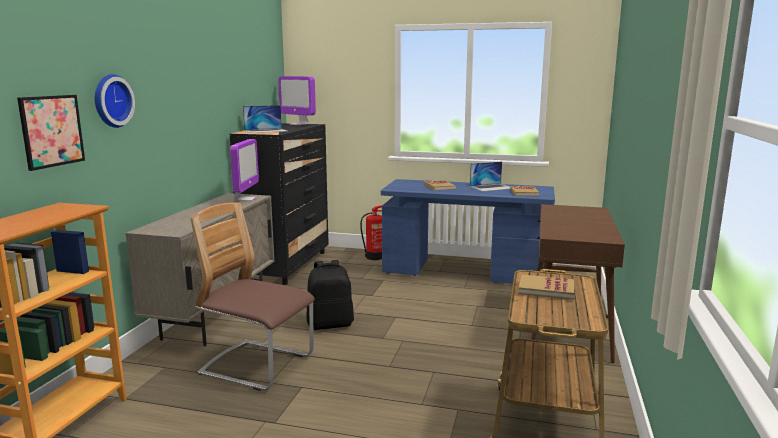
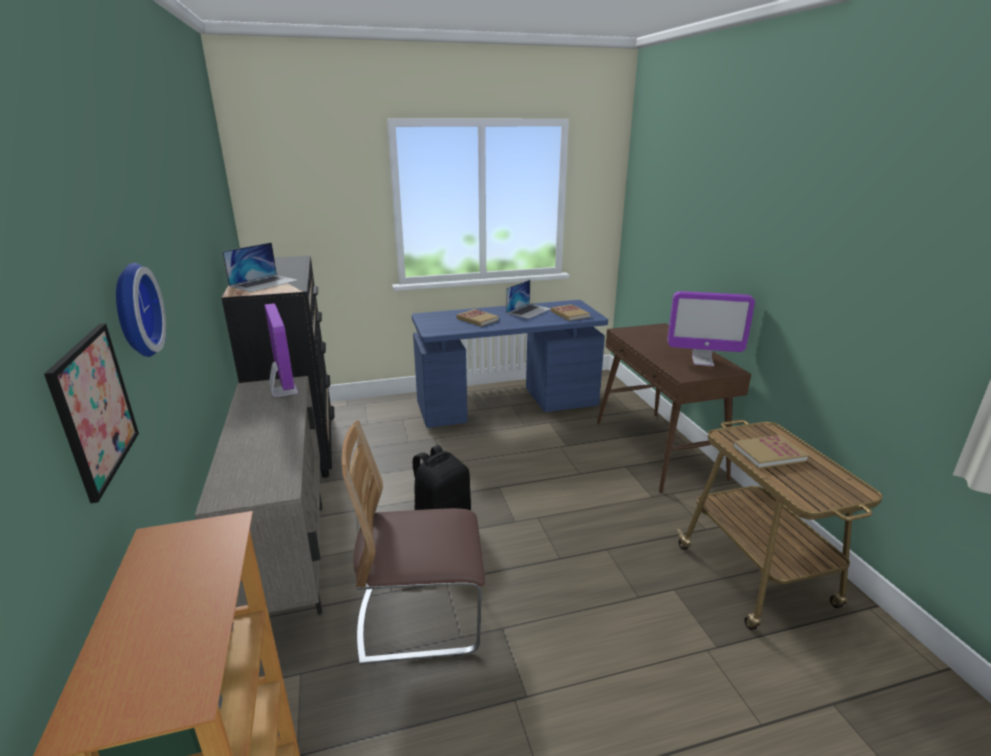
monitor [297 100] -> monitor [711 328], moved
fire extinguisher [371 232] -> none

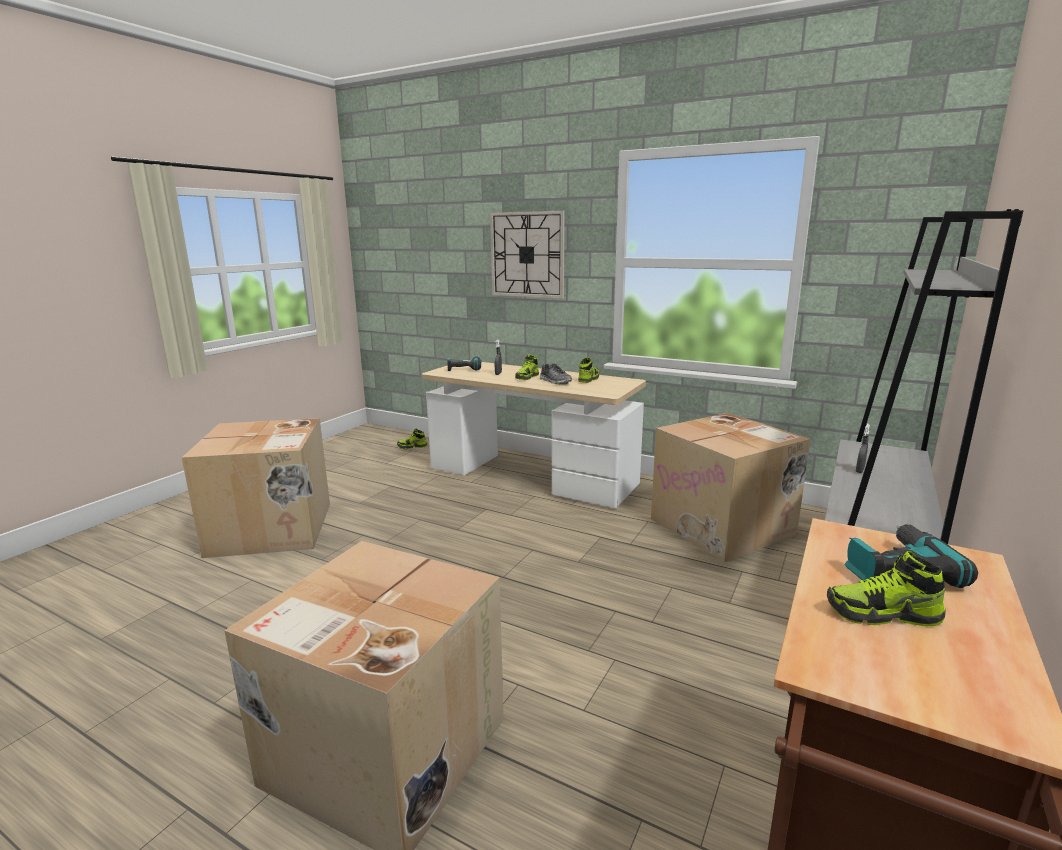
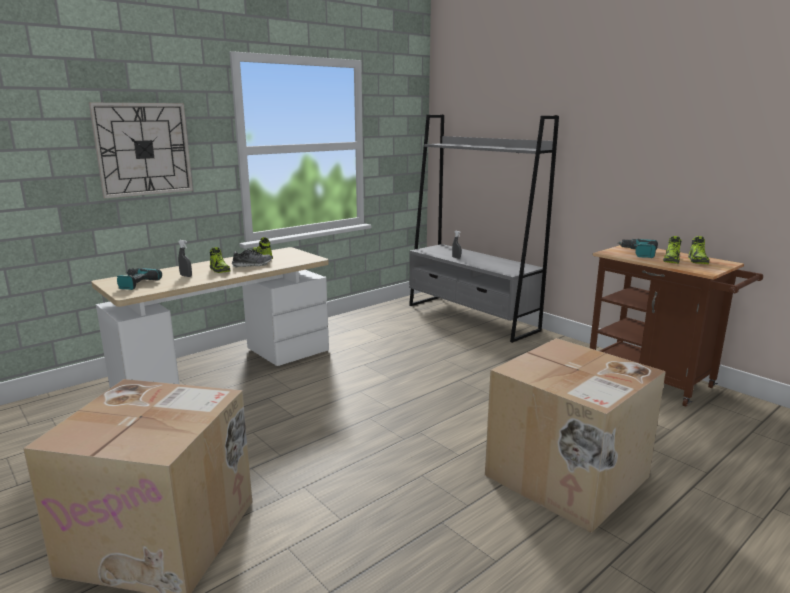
shoe [412 439] -> shoe [698 250], moved
cardboard box [730 487] -> none

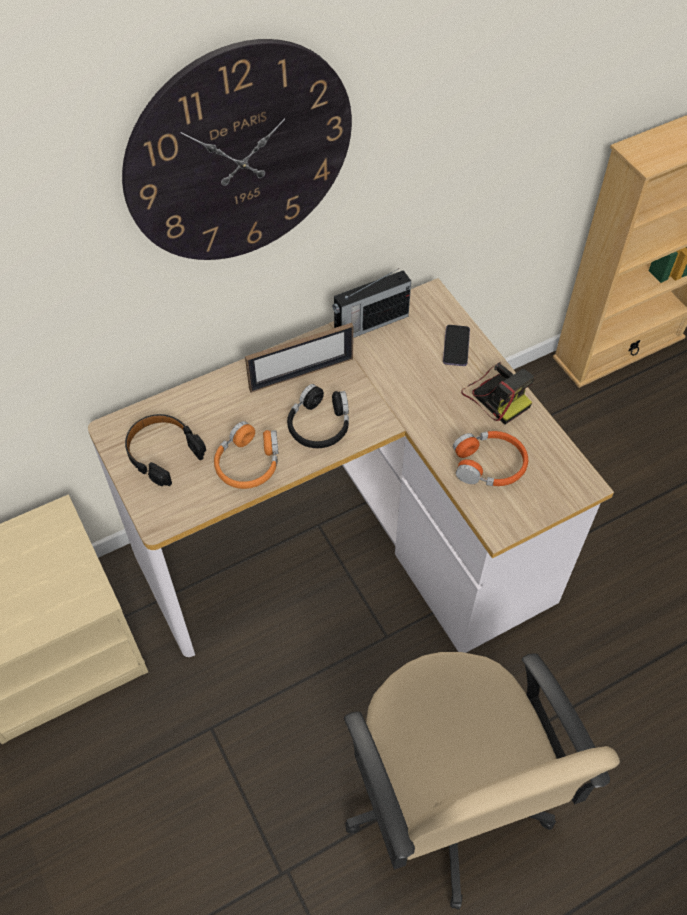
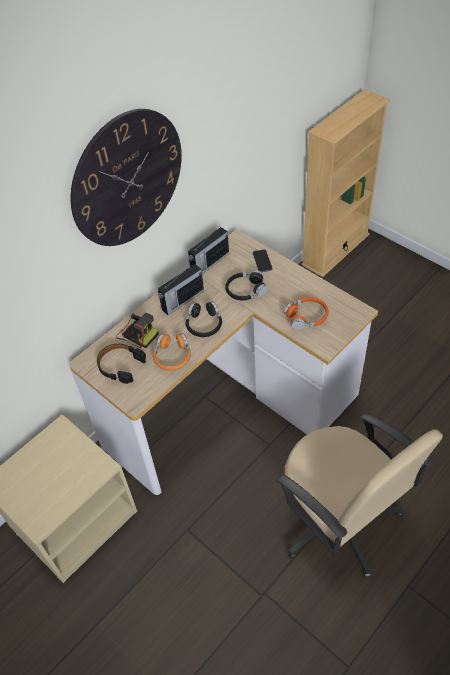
picture frame [299 358] -> radio [181 289]
photo camera [498 393] -> photo camera [137 330], moved
none -> headphones (black) [246 285]

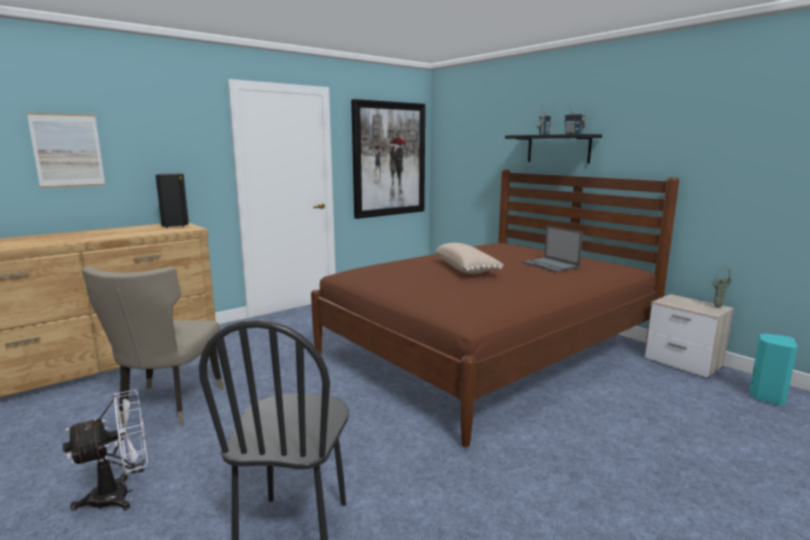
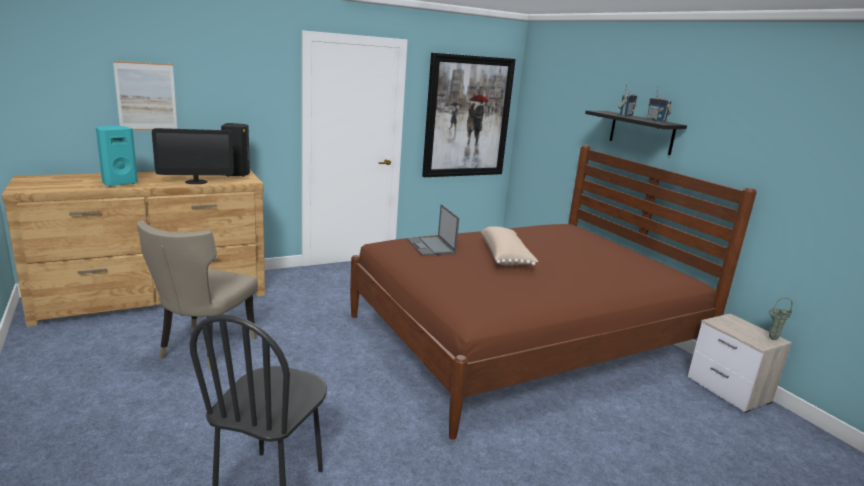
fan (white) [105 450] -> none
laptop [552 249] -> laptop [433 230], moved
speaker (turquoise) [773 370] -> speaker (turquoise) [117 156], moved
none -> monitor [193 156]

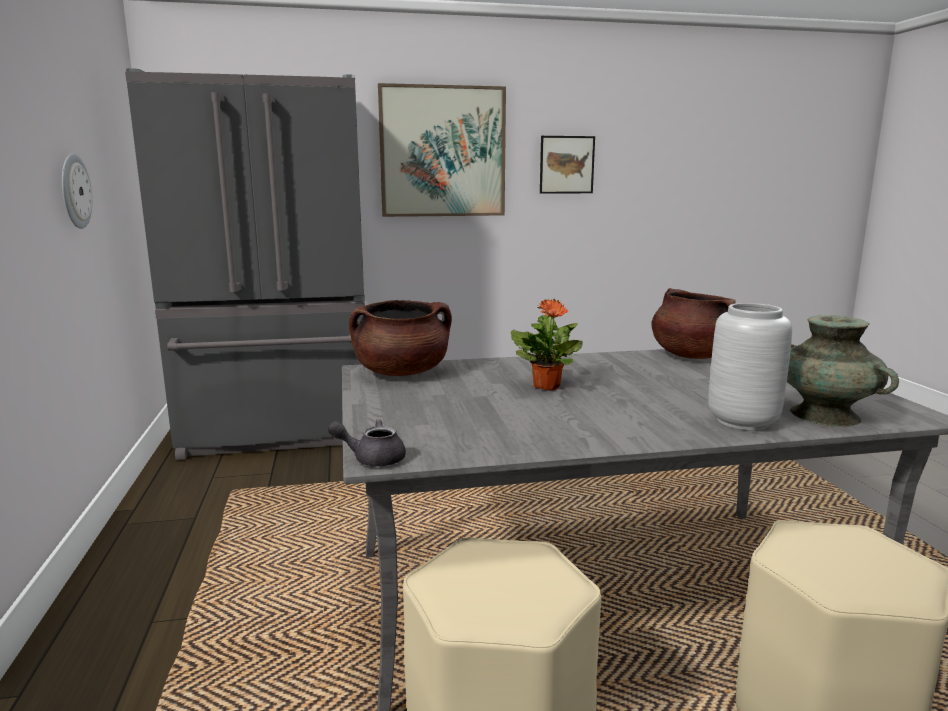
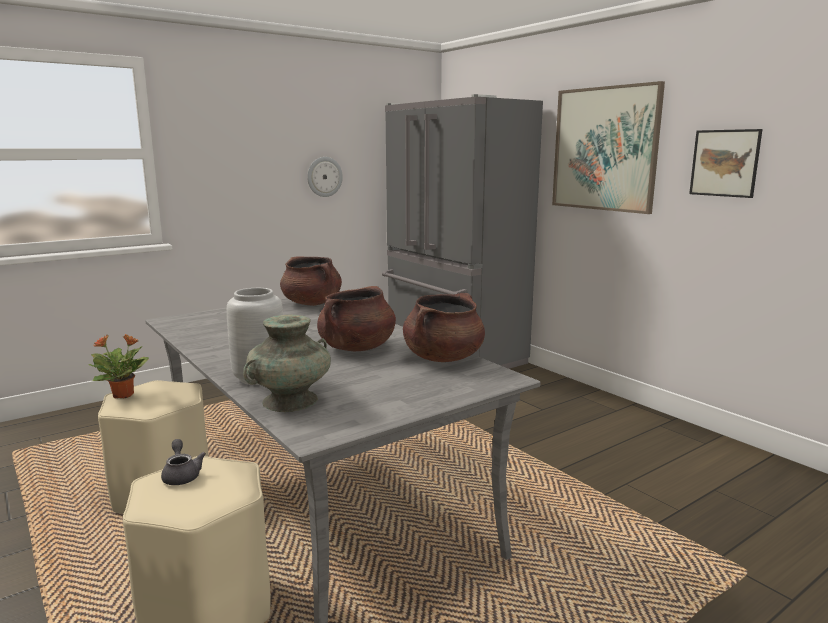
teapot (grey) [367 442] -> teapot (grey) [183 462], moved
potted plant [547 344] -> potted plant [118 366], moved
none -> cooking pot (brown) [356 318]

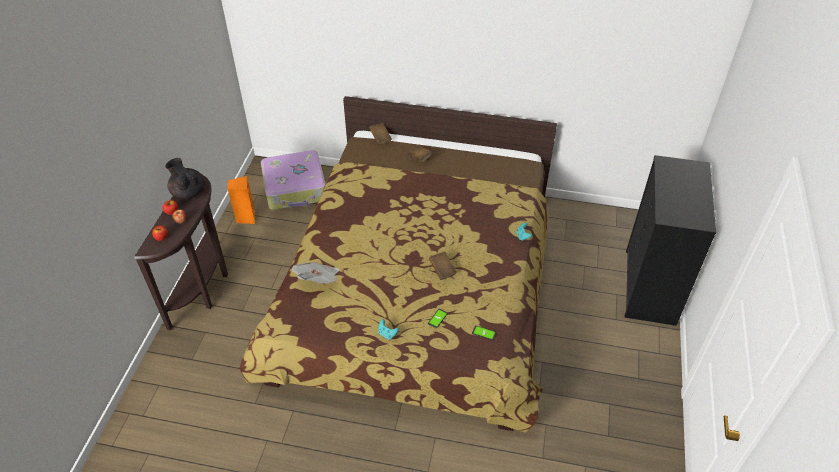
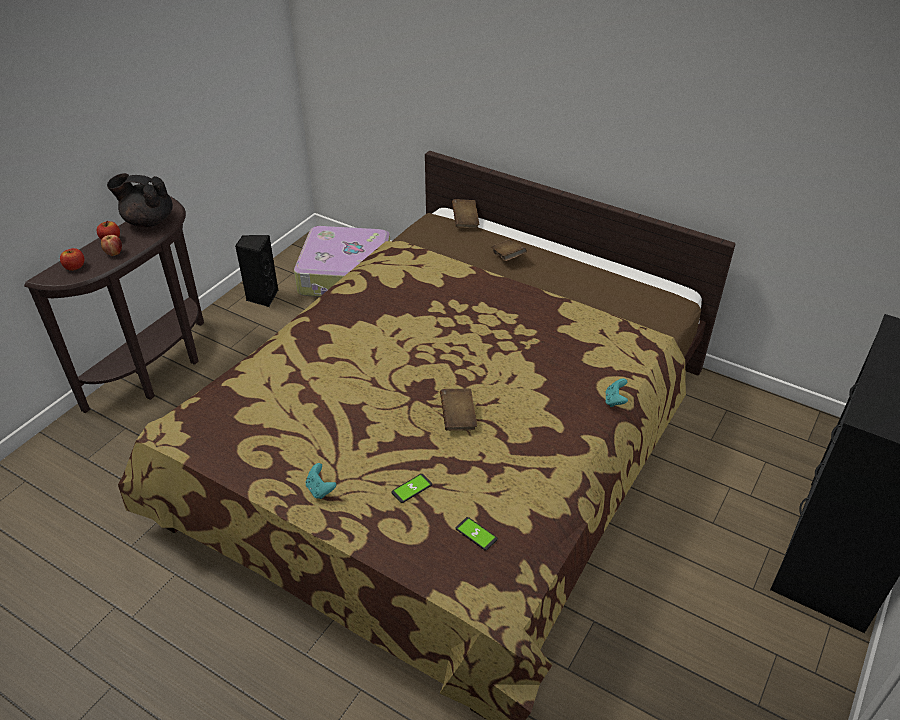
teapot (black) [185 178] -> teapot (black) [140 200], 60 degrees counterclockwise
speaker (orange) [241 200] -> speaker (black) [257 271]
newspaper [315 273] -> none

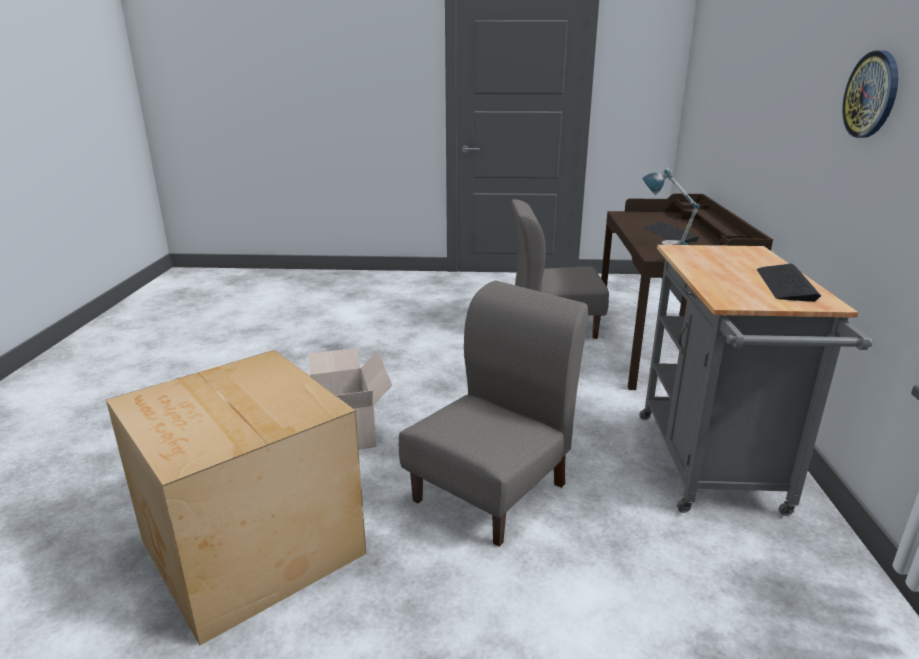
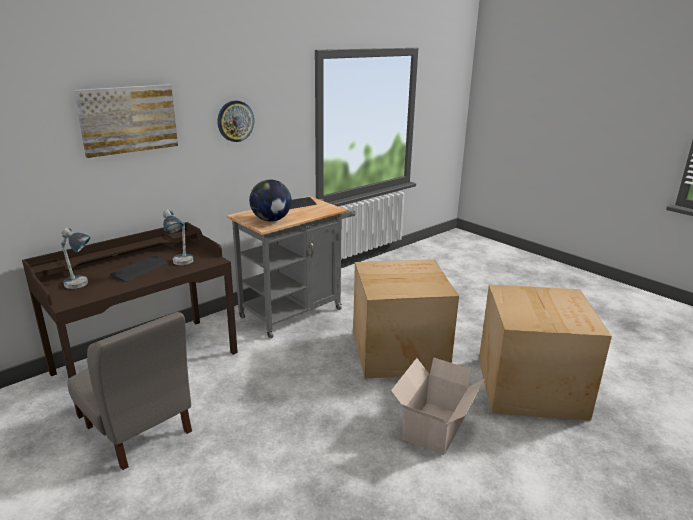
chair (grey) [493 414] -> cardboard box [406 319]
none -> table lamp [76 258]
none -> picture [126 121]
none -> globe [270 200]

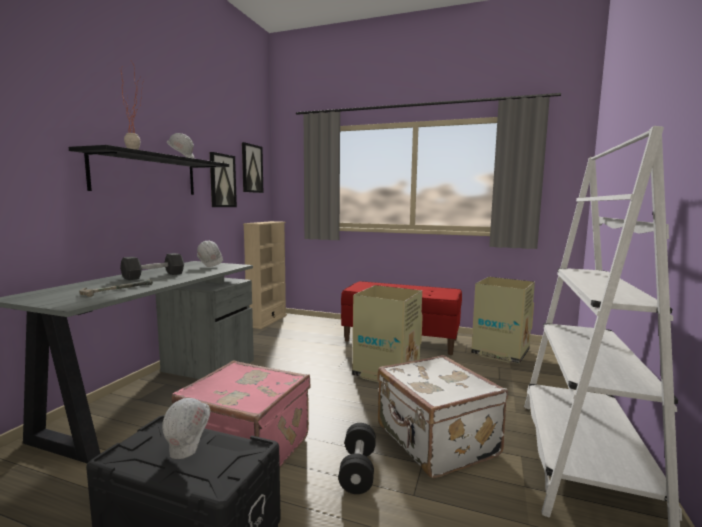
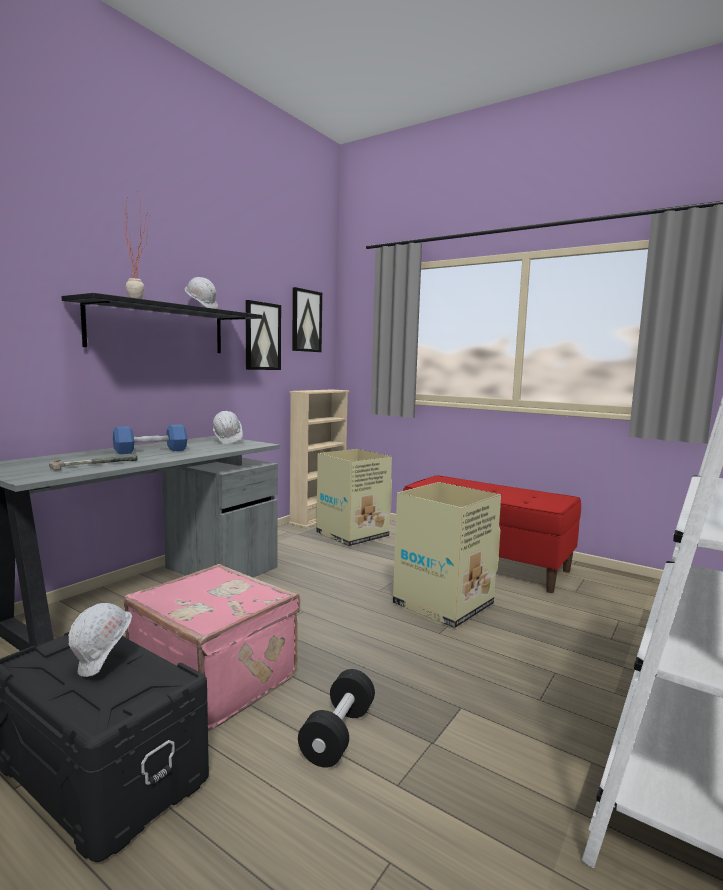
dumbbell (black) [152 266] -> dumbbell (blue) [150 439]
suitcase (white) [442 416] -> none
cardboard box [503 320] -> cardboard box [354 497], moved

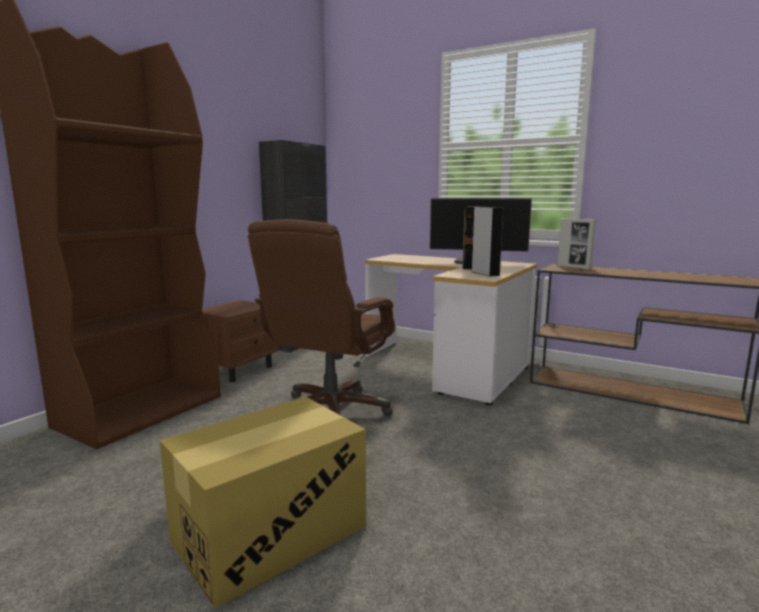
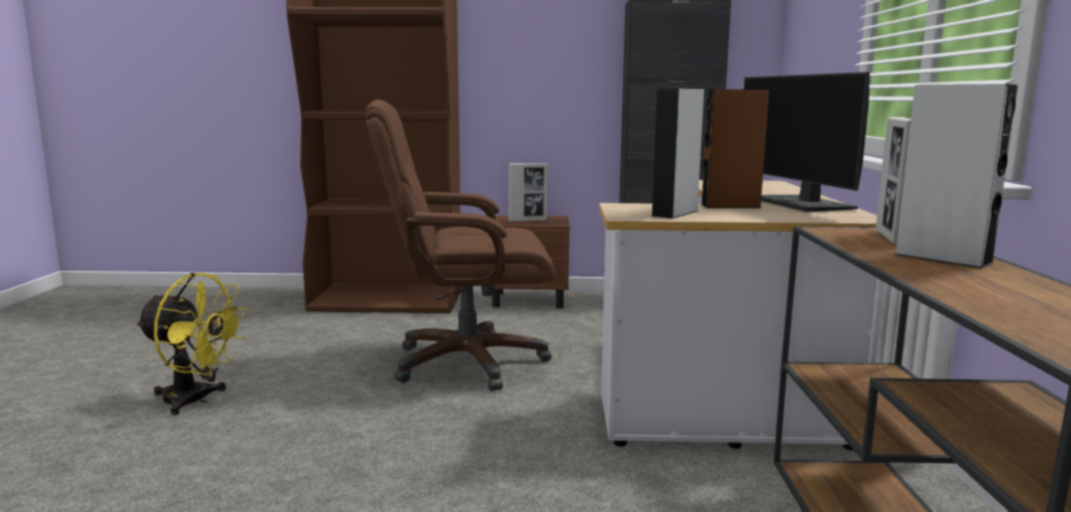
cardboard box [262 502] -> fan (yellow) [192 344]
none -> picture frame [528 192]
none -> speaker (grey) [956 176]

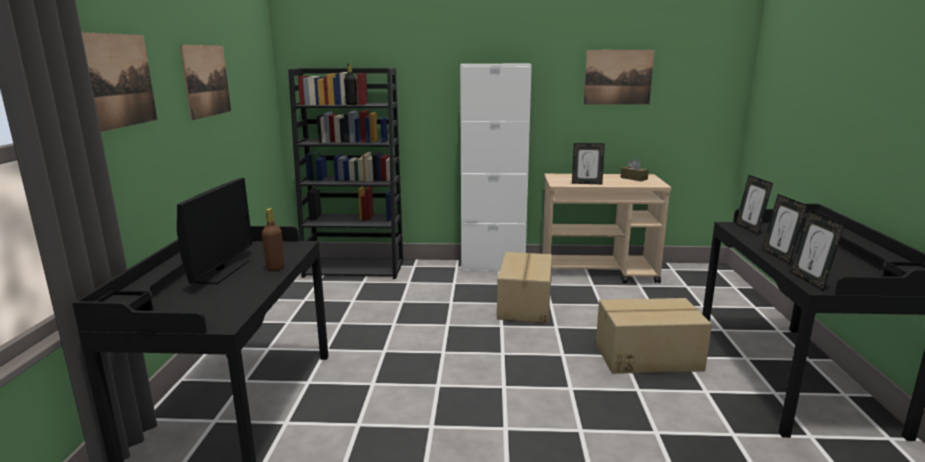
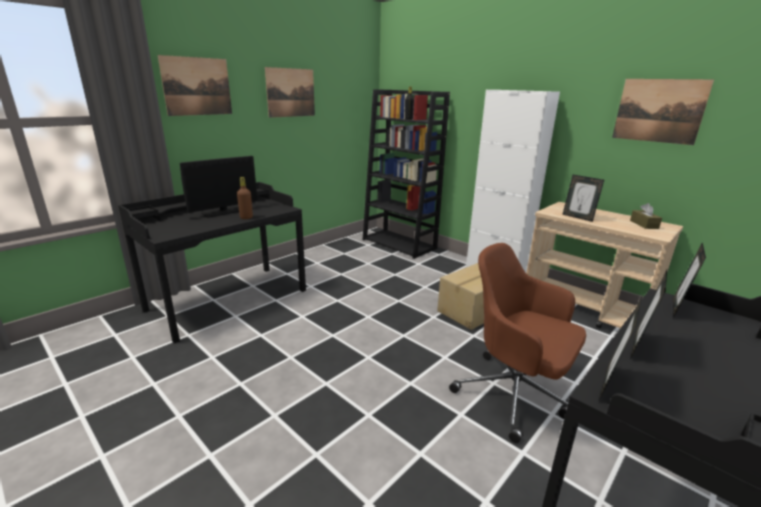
cardboard box [654 336] -> office chair (brown) [517 343]

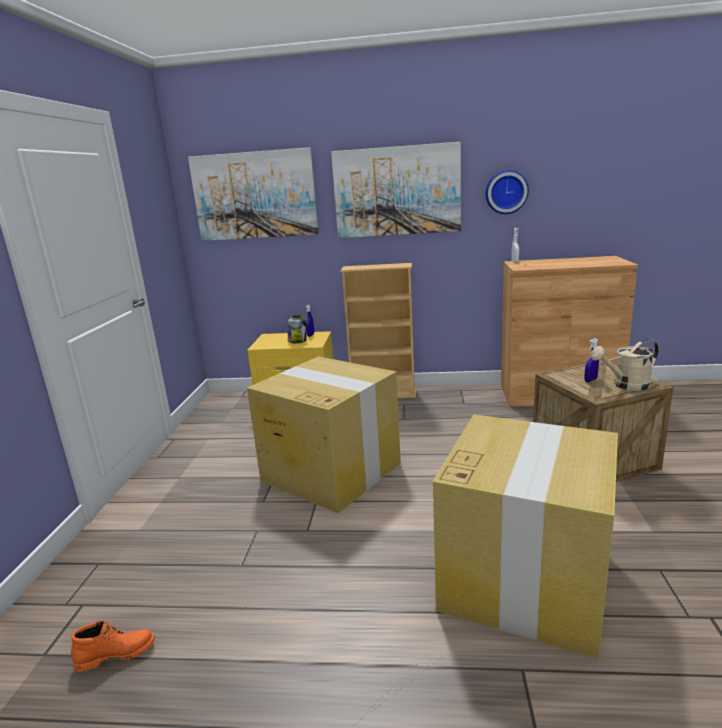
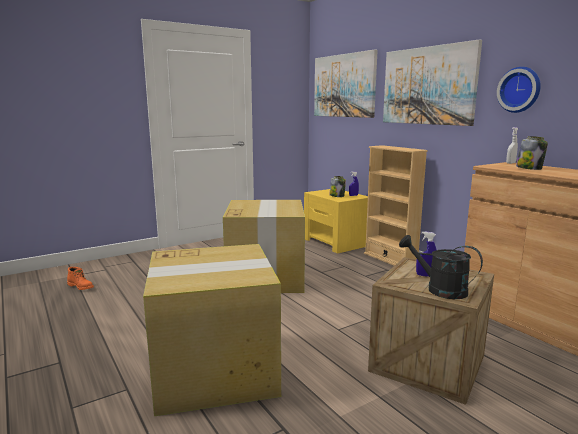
watering can (beige) [625 365] -> watering can (black) [441 267]
none -> jar [532 153]

